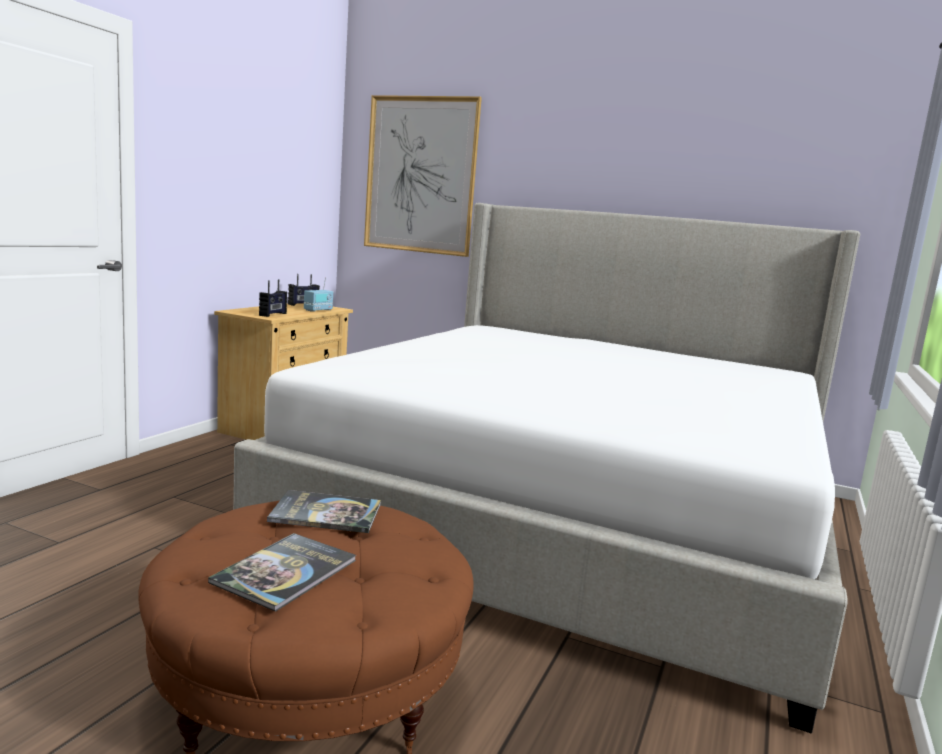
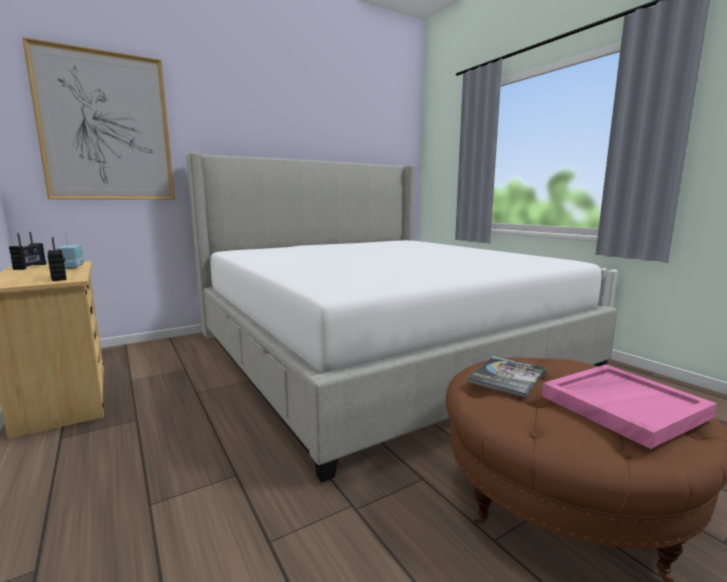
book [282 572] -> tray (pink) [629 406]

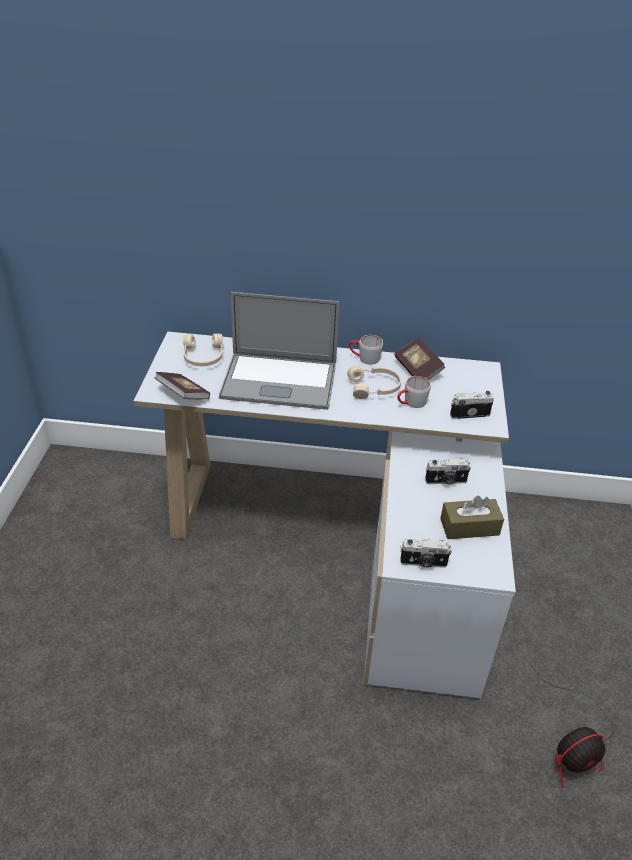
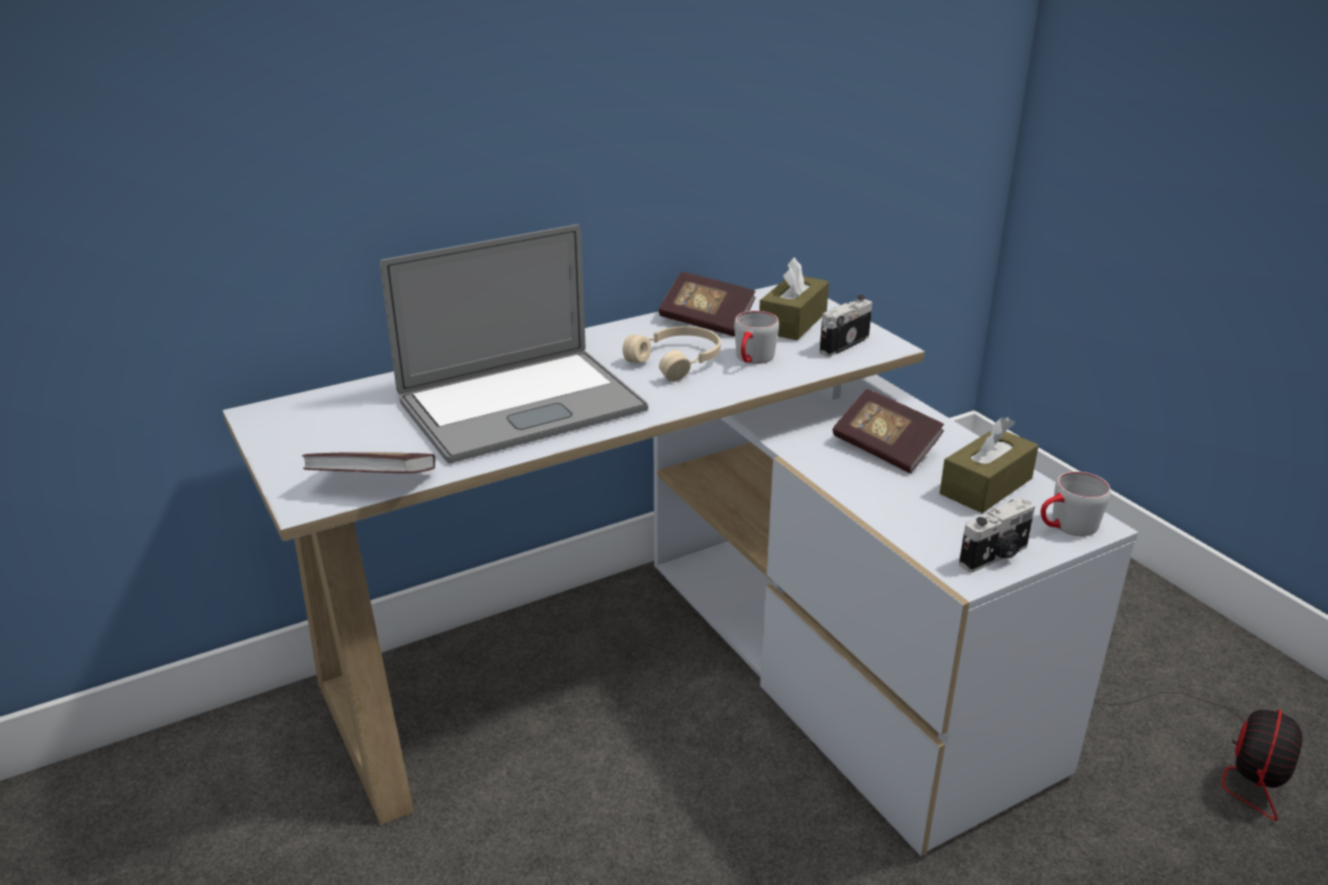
headphones (beige) [203 350] -> none
mug (grey) [366 349] -> mug (grey) [1076 503], moved
photo camera [448 471] -> book [888 431]
none -> tissue box (brown) [794 298]

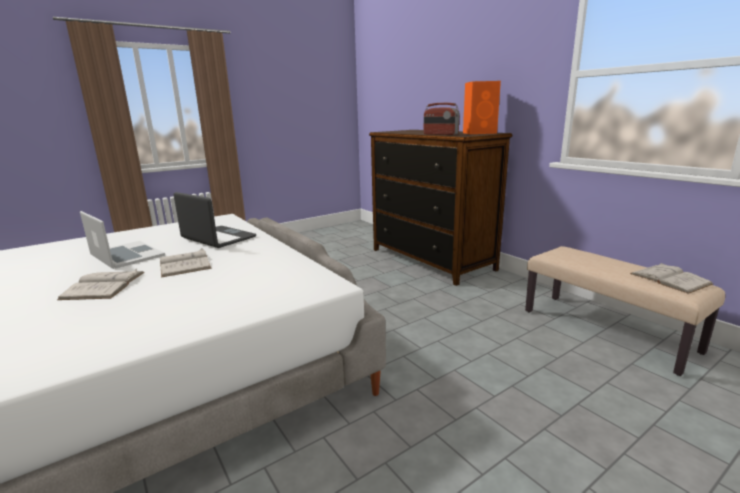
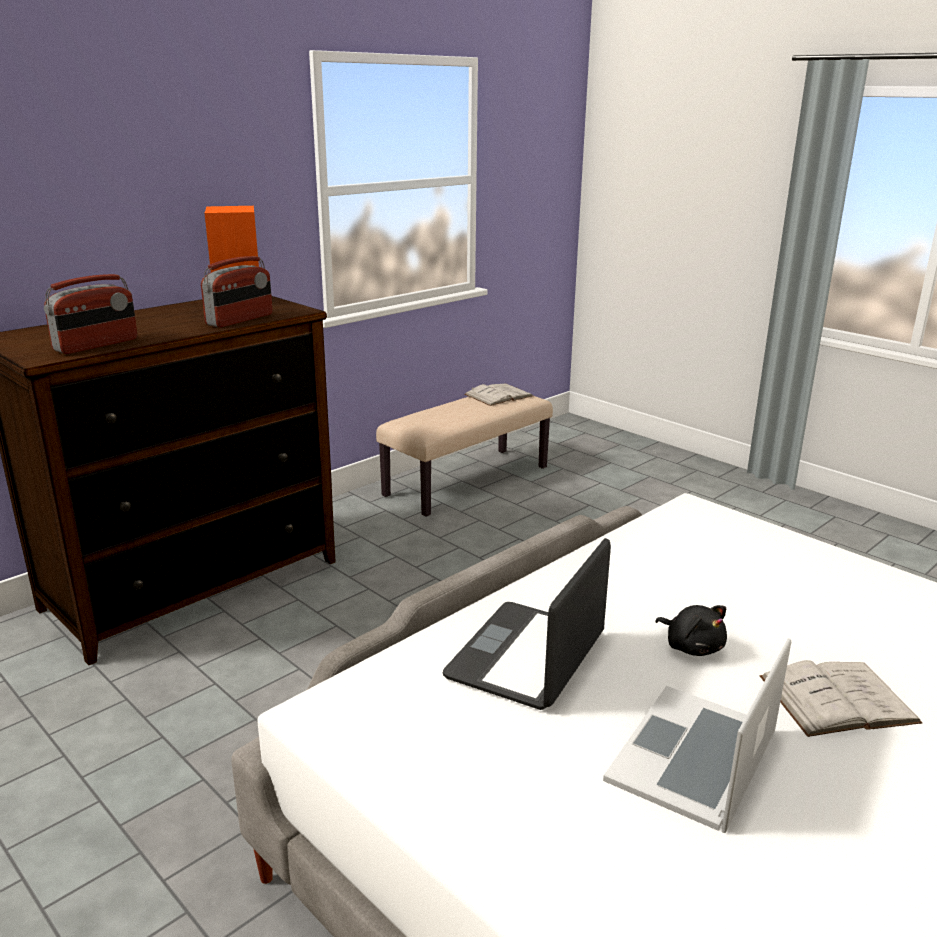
book (white) [185 262] -> plush toy (black) [691 630]
none -> radio [90 314]

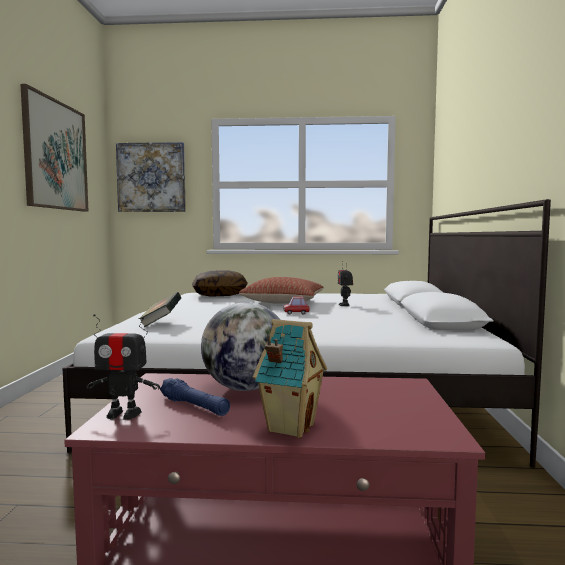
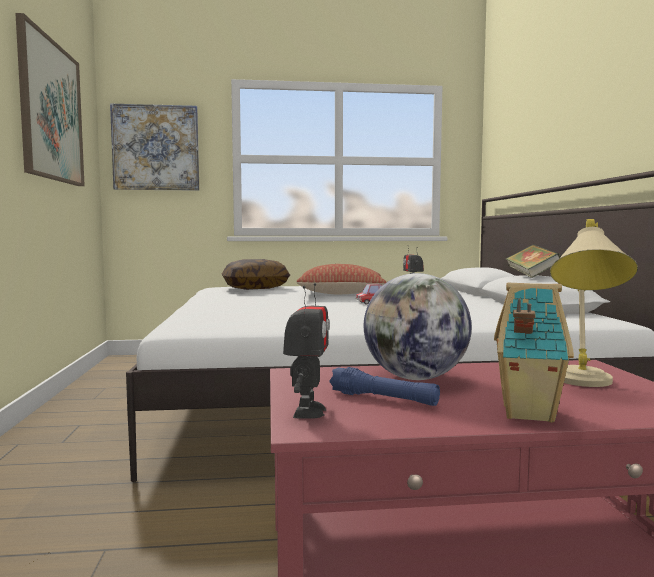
toy robot [123 367] -> toy robot [306 351], 75 degrees counterclockwise
book [160 309] -> book [533 261], moved
none -> table lamp (beige) [594 303]

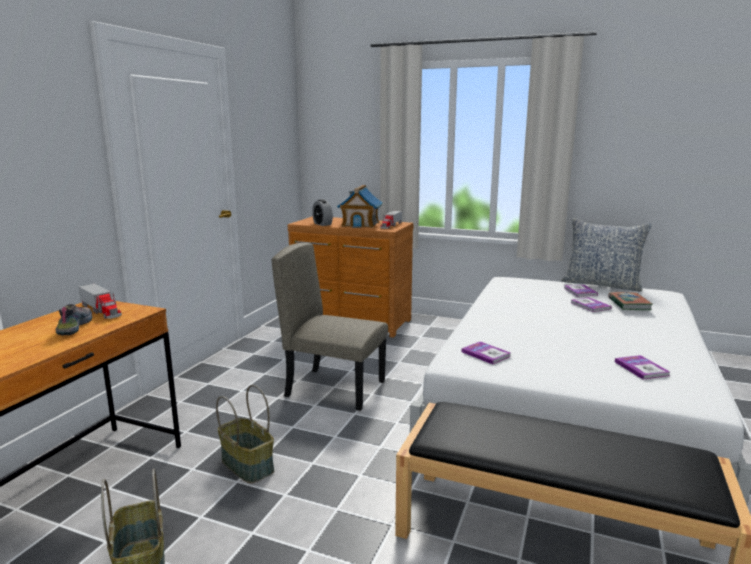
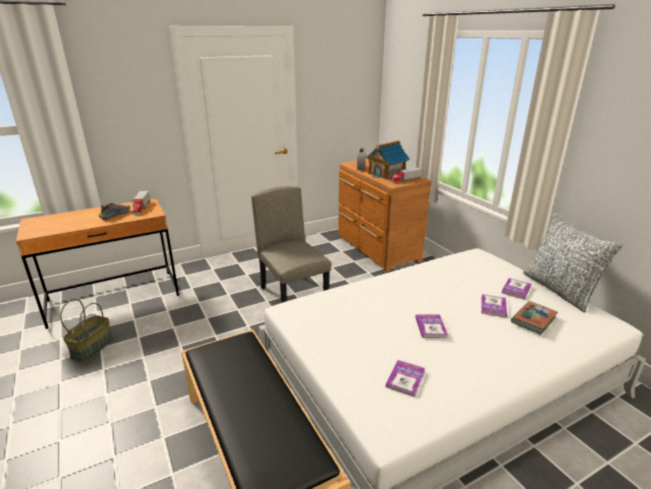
basket [245 434] -> none
book [486 353] -> book [431 326], moved

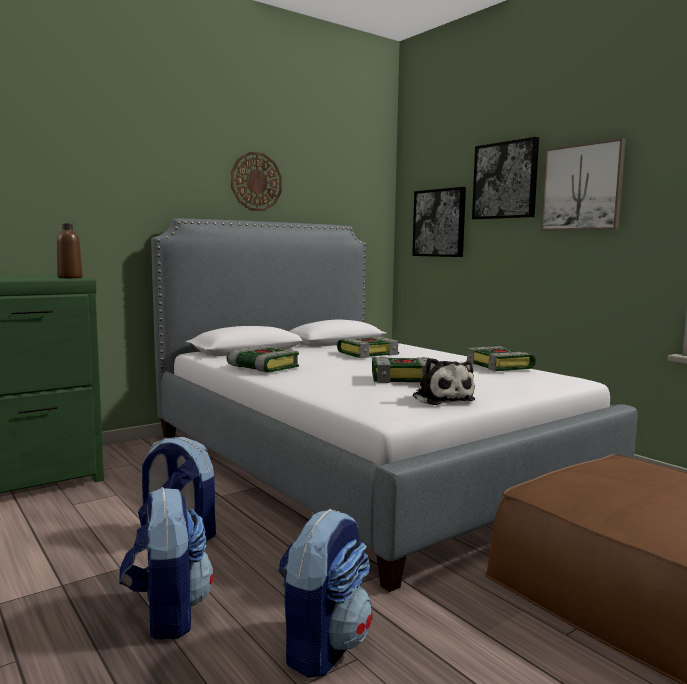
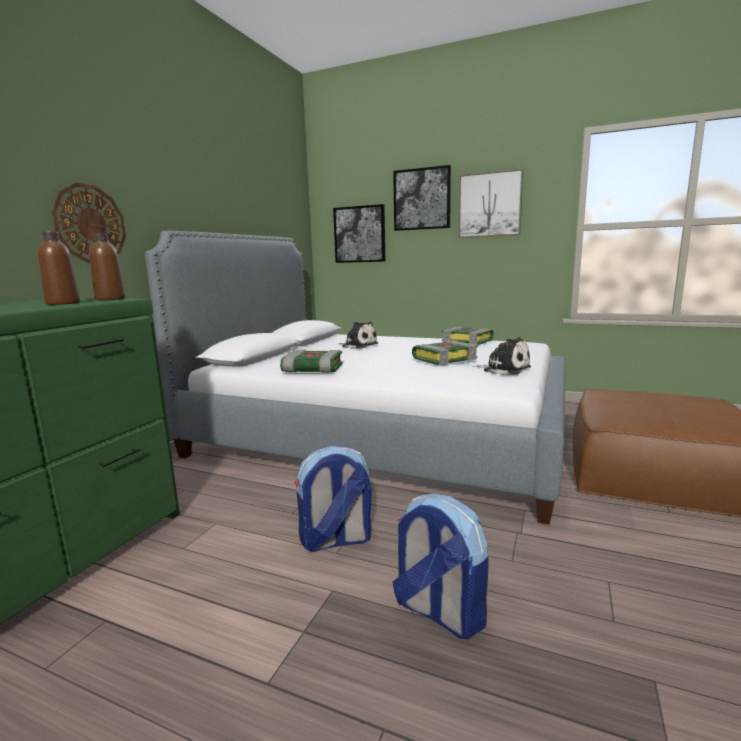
wall clock [256 181] -> wall clock [88 223], moved
backpack [325 593] -> none
book [368 347] -> plush toy [358 335]
none -> bottle (brown) [59 268]

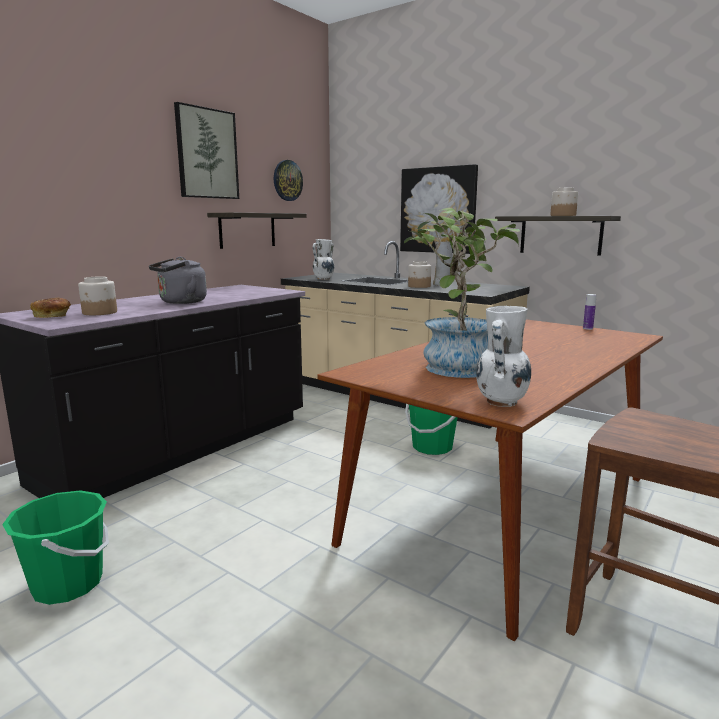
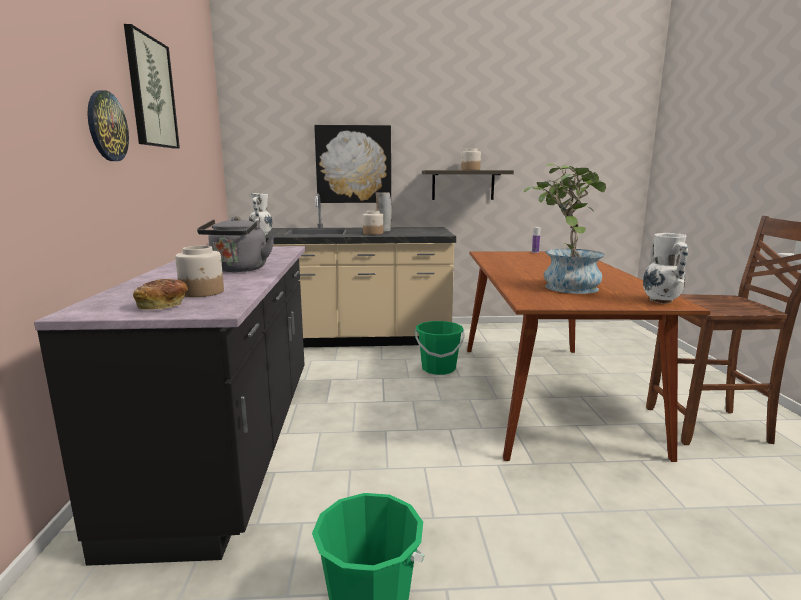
shelf [257 231] -> none
wall clock [288 180] -> wall clock [108 125], moved

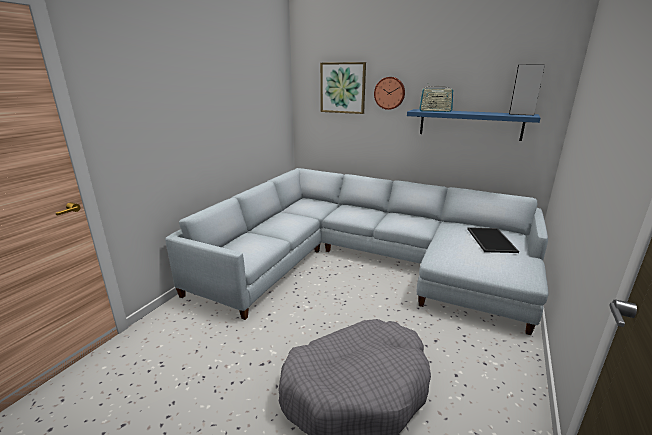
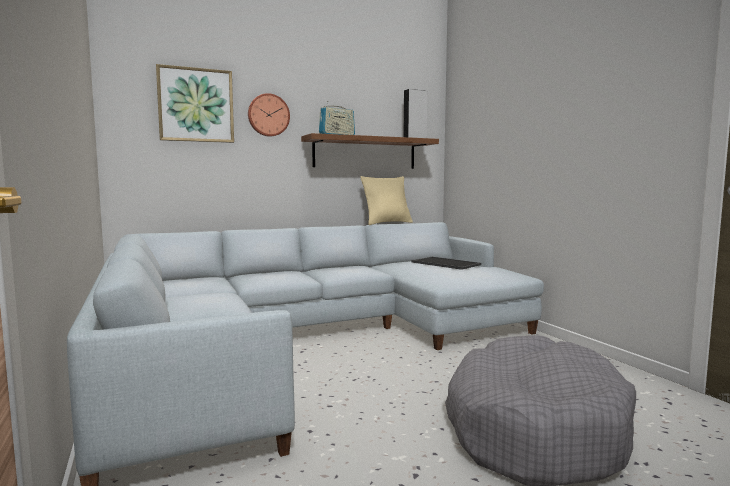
shelf (blue) [474 125] -> shelf (brown) [370 151]
none -> pillow (beige) [387 200]

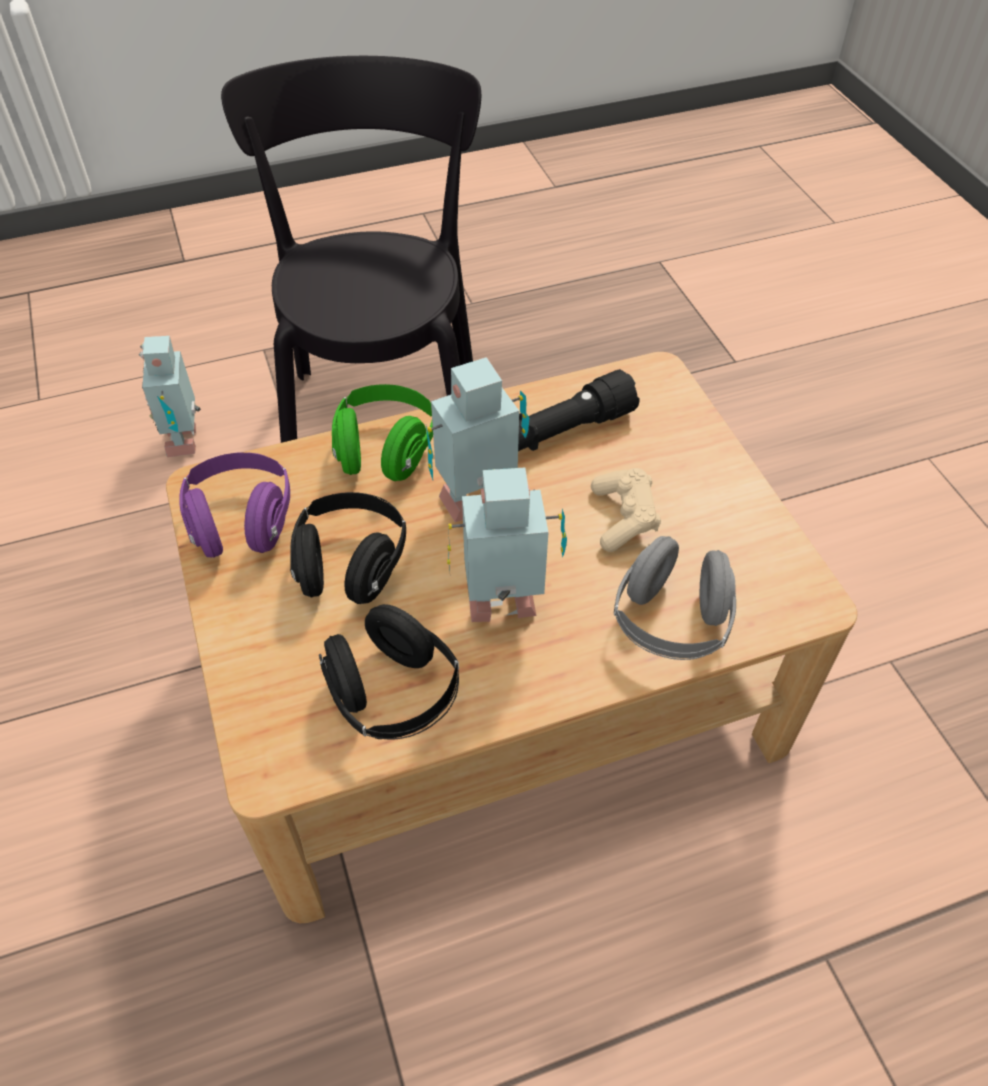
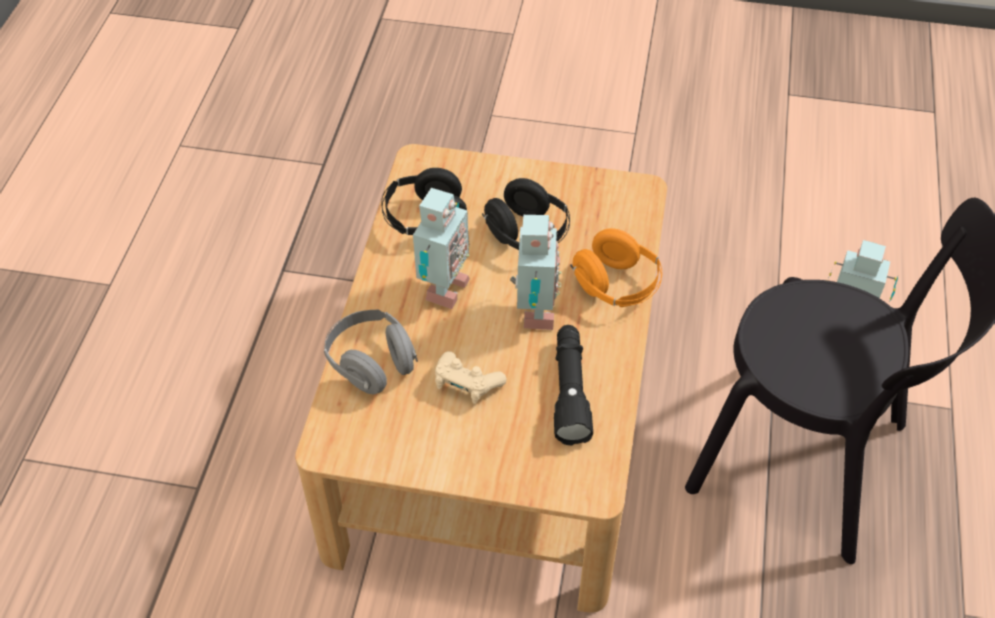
headphones (purple) [234 505] -> none
headphones (green) [382 432] -> headphones (orange) [616 267]

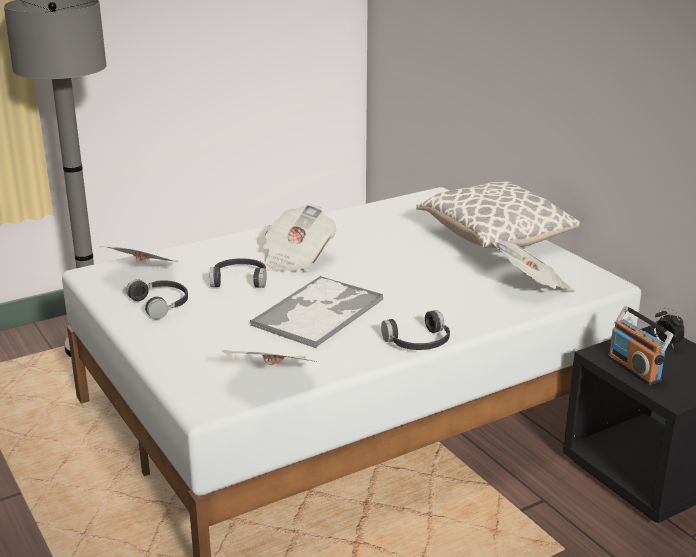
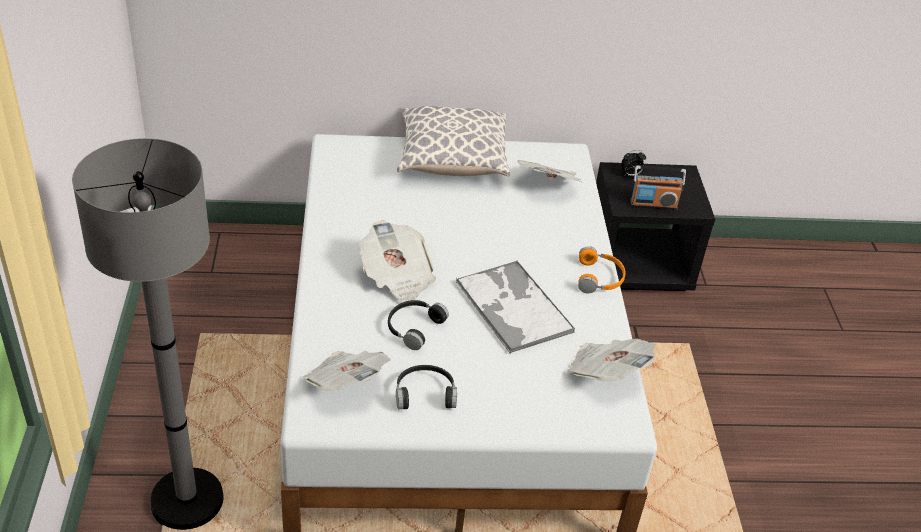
headphones (black) [415 330] -> headphones (orange) [602 270]

